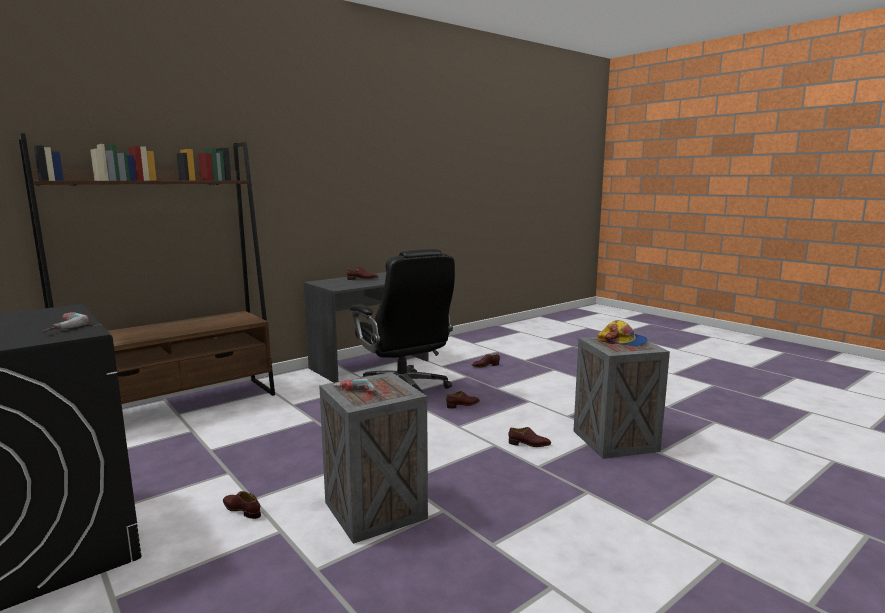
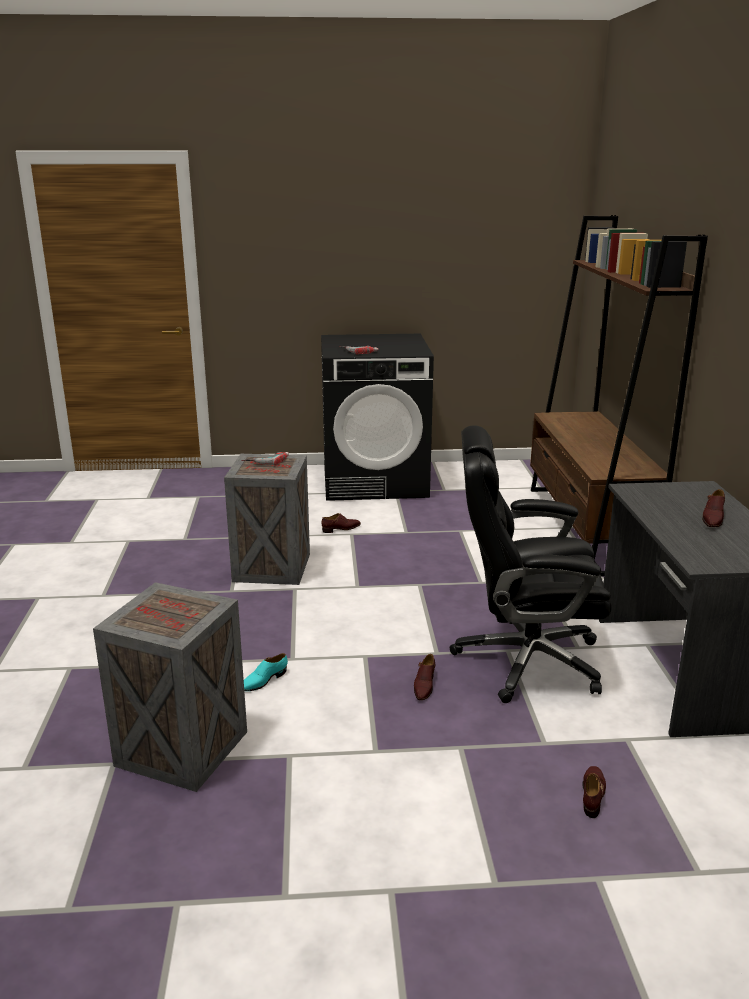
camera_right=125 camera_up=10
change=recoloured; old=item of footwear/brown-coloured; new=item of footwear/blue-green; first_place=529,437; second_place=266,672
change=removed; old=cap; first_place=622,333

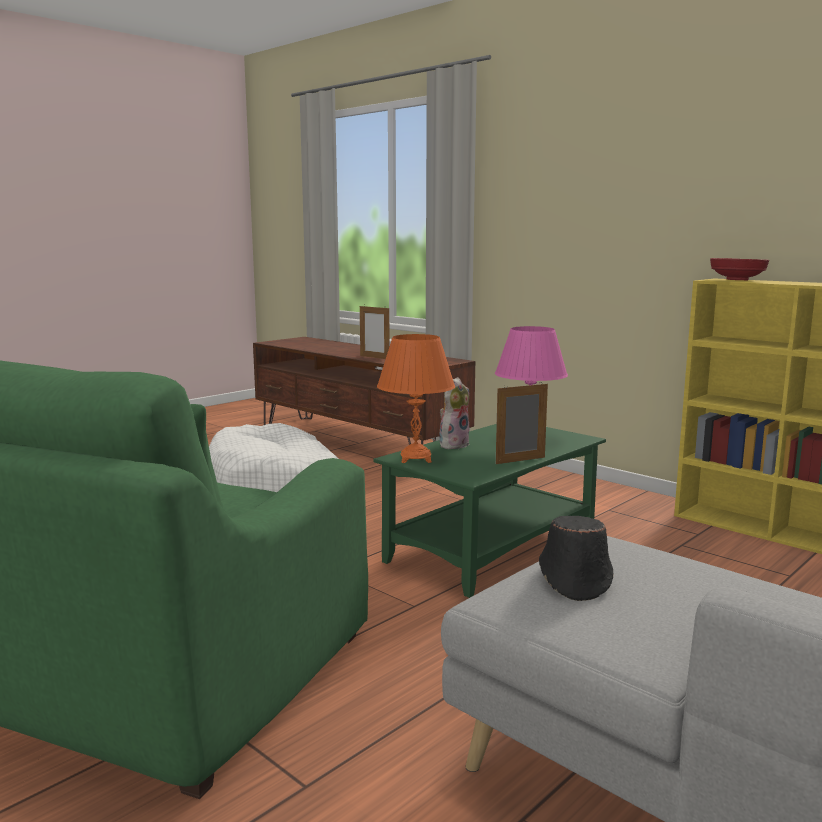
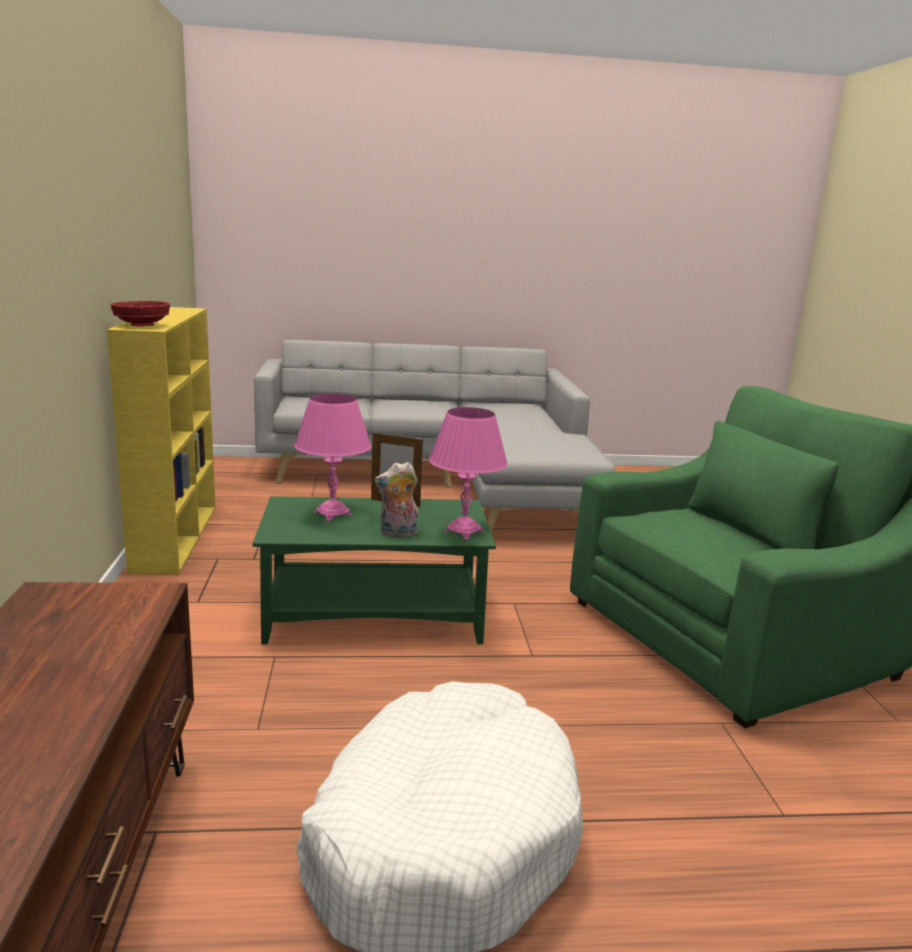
camera_right=-140 camera_up=5
change=recoloured; old=lamp for a table/orangey; new=lamp for a table/pink; first_place=416,398; second_place=468,473
change=removed; old=photo frame; first_place=375,332
change=removed; old=hat/blackish; first_place=576,558

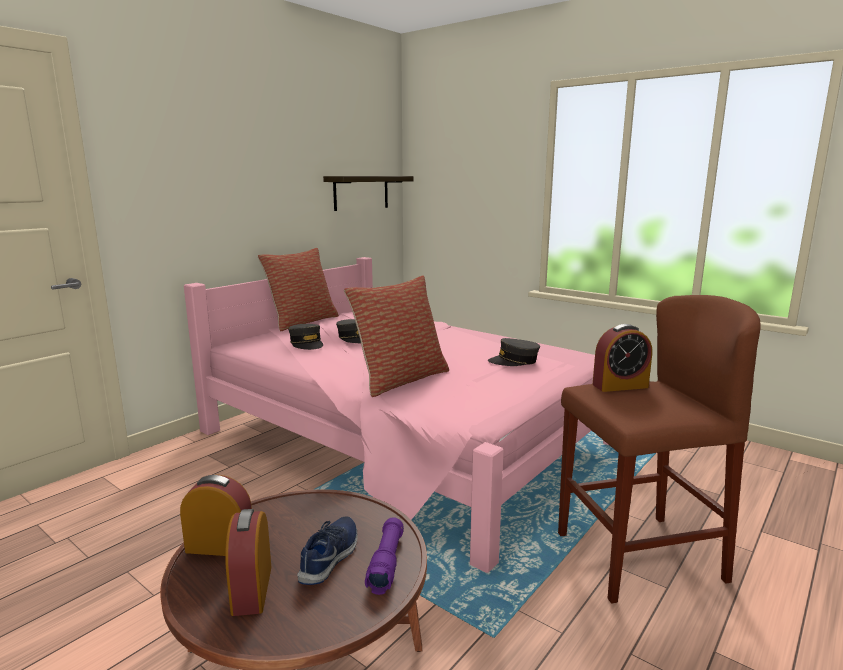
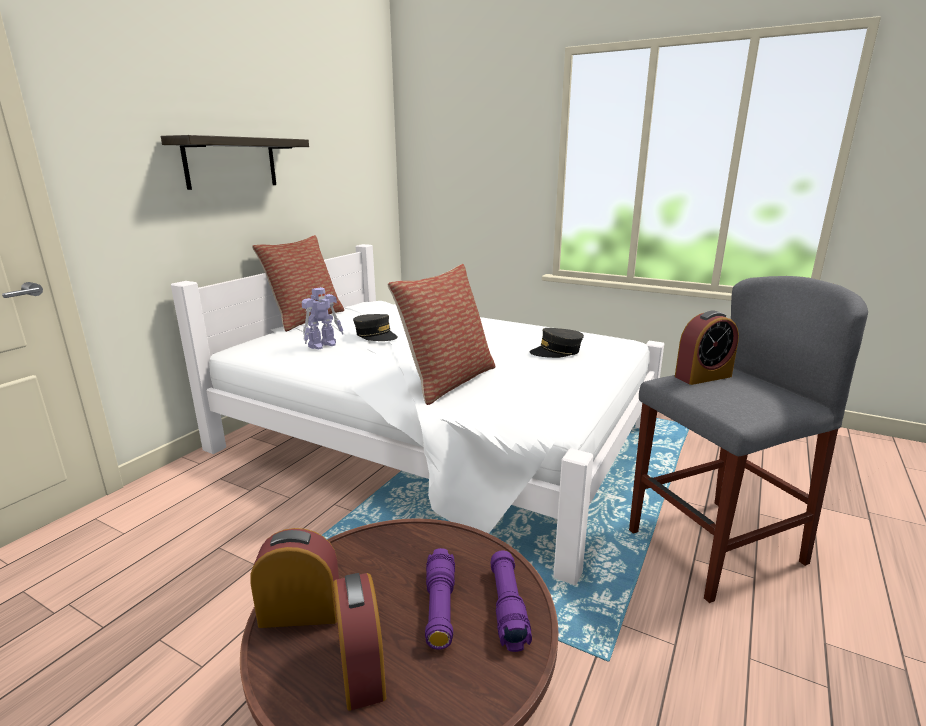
camera_right=-10 camera_up=5
change=moved; old=wall shelf; first_place=368,193; second_place=235,162
change=recoloured; old=bedroom bed/pink; new=bedroom bed/white; first_place=397,415; second_place=417,414
change=replaced; old=cap/greyish; new=model robot; first_place=305,337; second_place=322,318
change=replaced; old=item of footwear/blue-coloured; new=torch/purplish; first_place=327,551; second_place=440,598
change=recoloured; old=stool seat/brown-coloured; new=stool seat/greyish; first_place=659,449; second_place=748,439

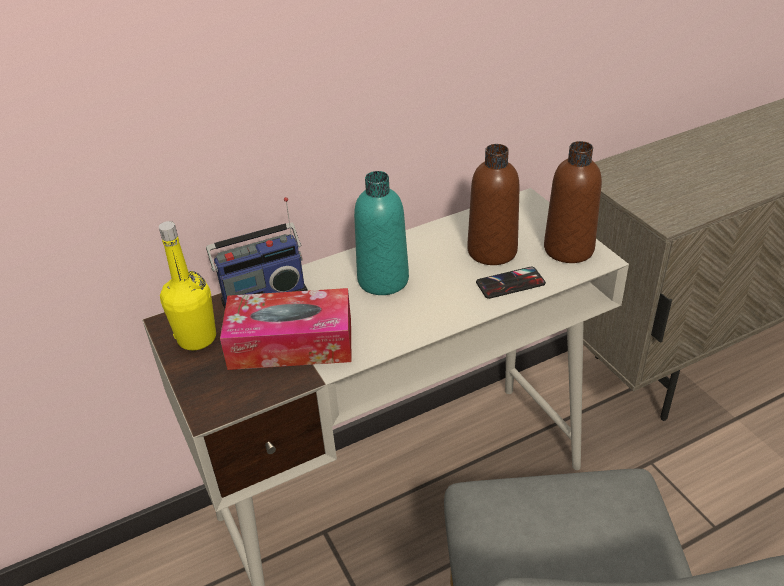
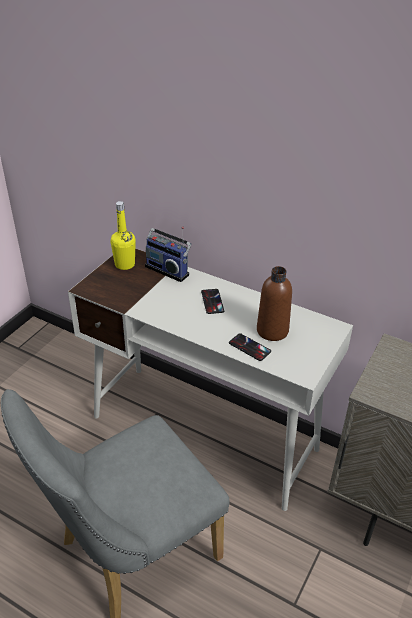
camera_right=55 camera_up=0
change=replaced; old=drink bottle/blue-green; new=telephone; first_place=381,233; second_place=212,301
change=removed; old=box of tissues; first_place=286,329
change=removed; old=drink bottle/brown-coloured; first_place=573,202

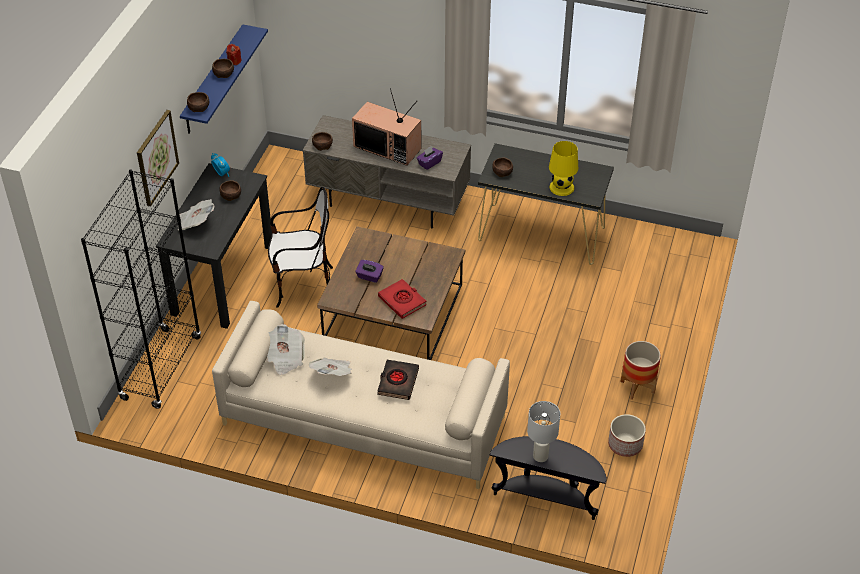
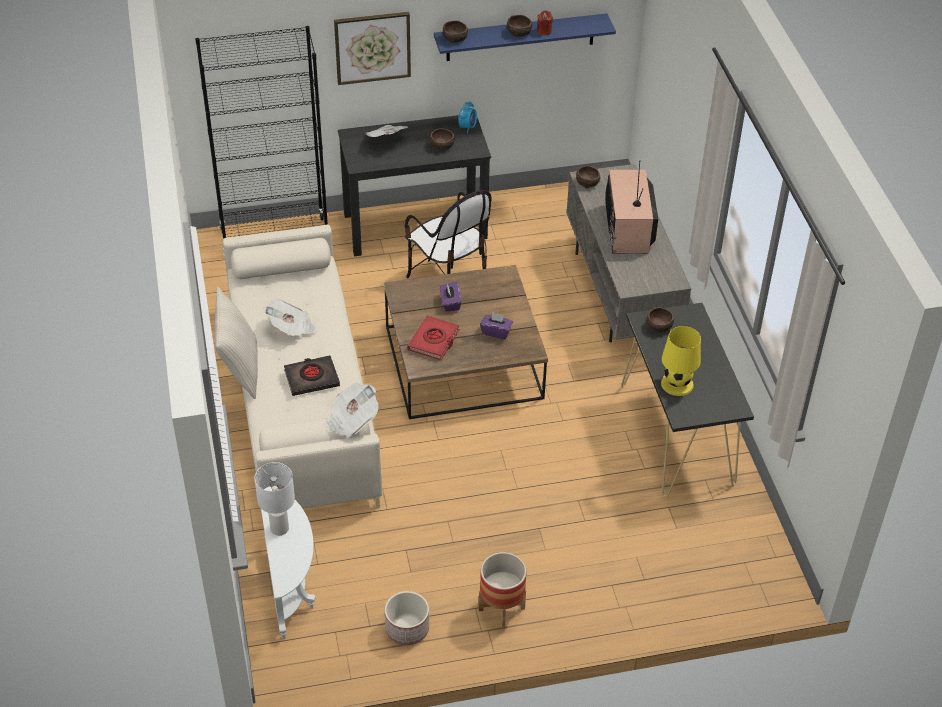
camera_right=60 camera_up=0
change=added; new=throw pillow/beige-coloured; second_place=236,343
change=recoloured; old=accent table/blackish; new=accent table/white; first_place=548,478; second_place=288,563
change=moved; old=daily paper; first_place=286,349; second_place=351,410
change=moved; old=box of tissues/purplish; first_place=430,158; second_place=496,325

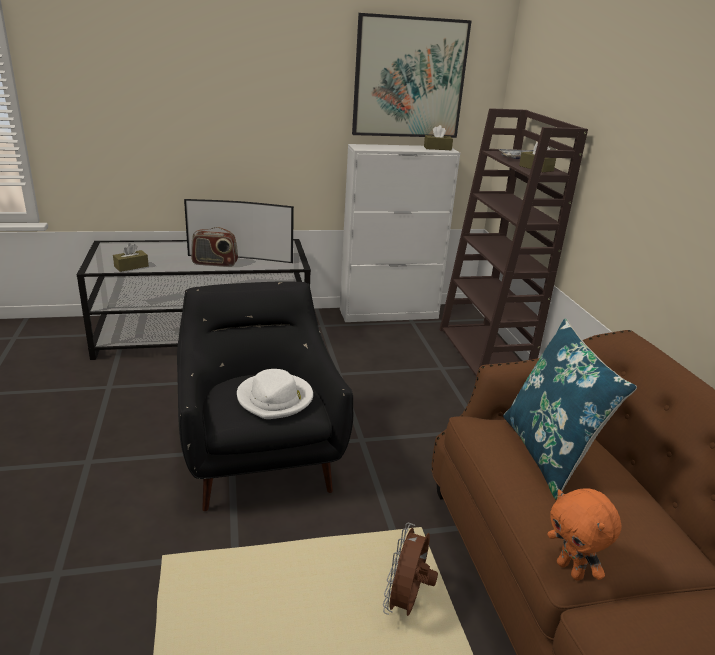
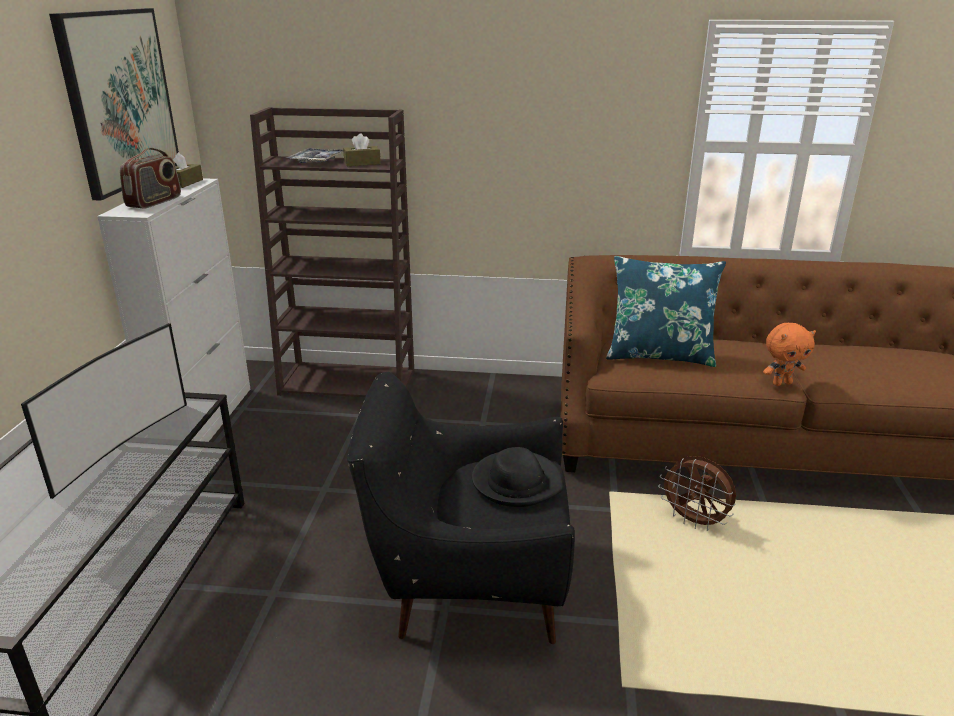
camera_right=-70 camera_up=0
change=moved; old=radio receiver; first_place=214,247; second_place=150,178
change=recoloured; old=hat/white; new=hat/blackish; first_place=275,394; second_place=517,477
change=removed; old=box of tissues/brown-coloured; first_place=131,257

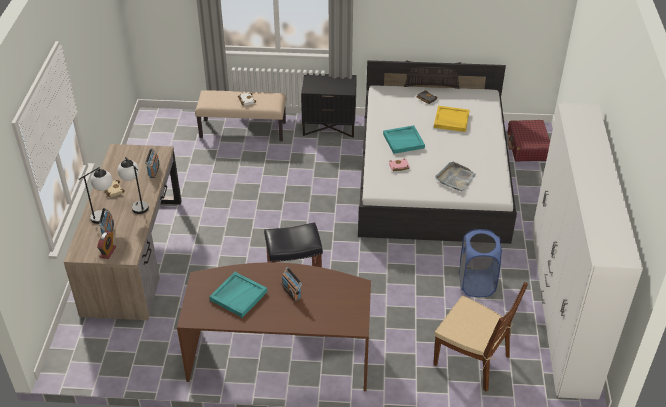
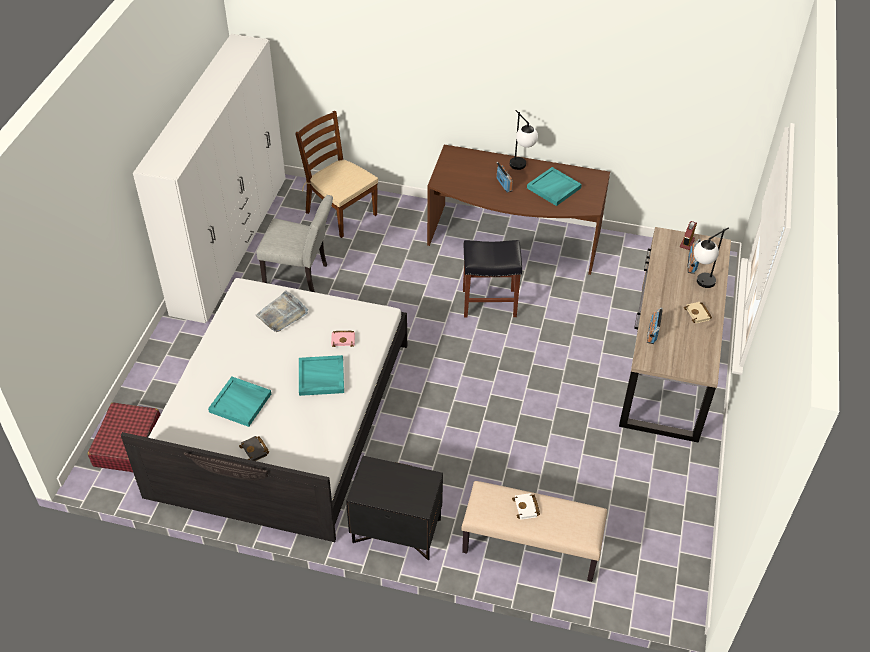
camera_right=-170 camera_up=5
change=recoloured; old=tray/yellow-coloured; new=tray/blue-green; first_place=452,119; second_place=239,402
change=replaced; old=laundry basket/blue-coloured; new=upright chair/greyish; first_place=481,263; second_place=295,243
change=moved; old=lamp for a table; first_place=133,185; second_place=524,140

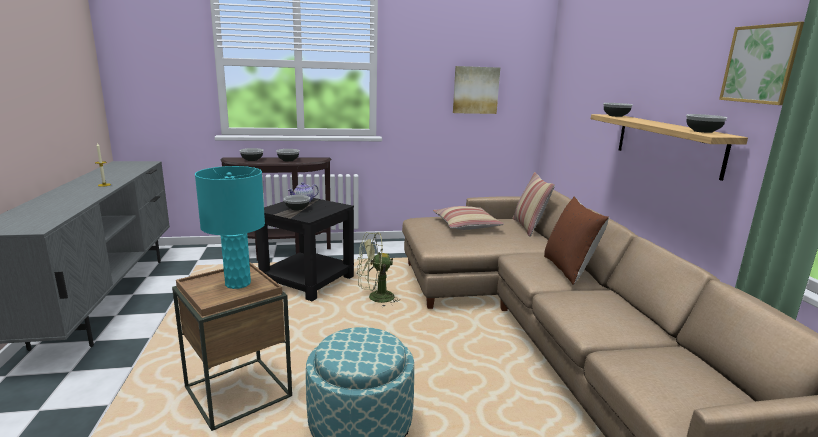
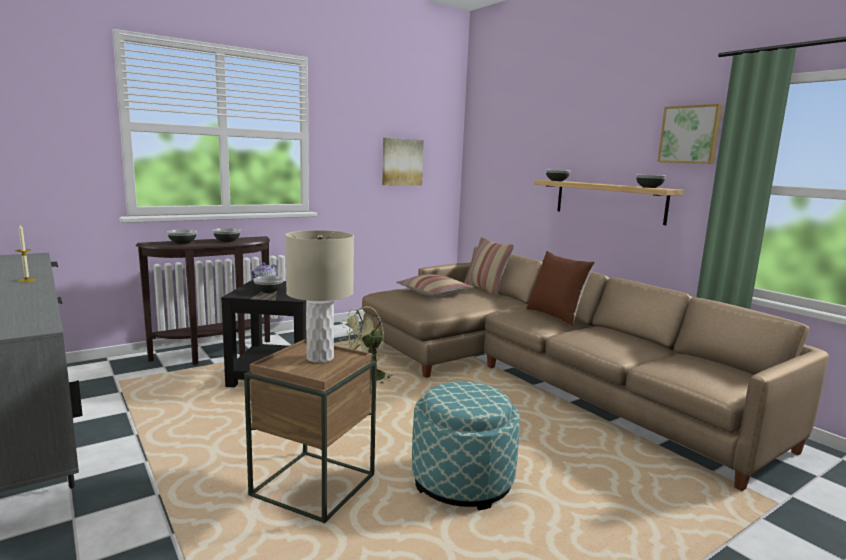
camera_right=-25 camera_up=-5
change=recoloured; old=lamp for a table/blue-green; new=lamp for a table/beige-coloured; first_place=230,227; second_place=319,296

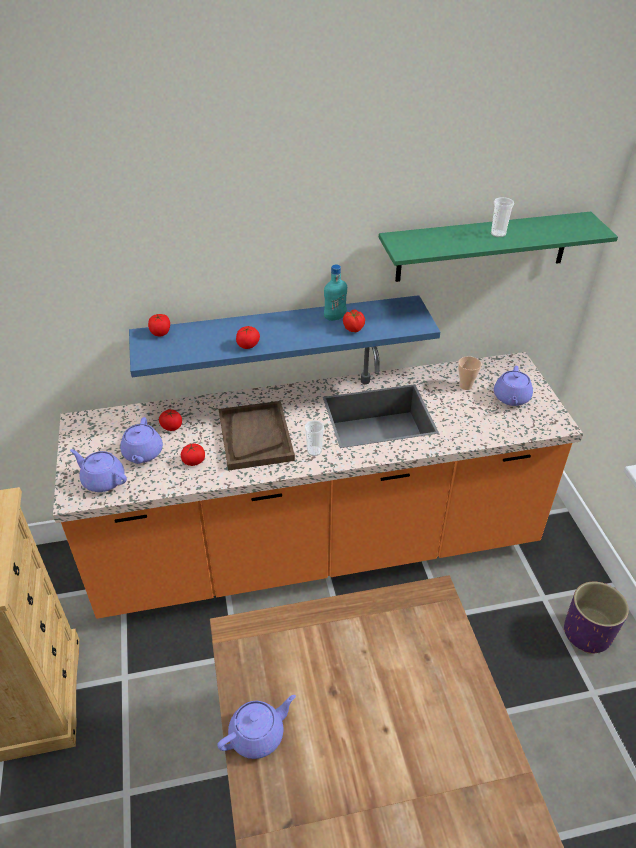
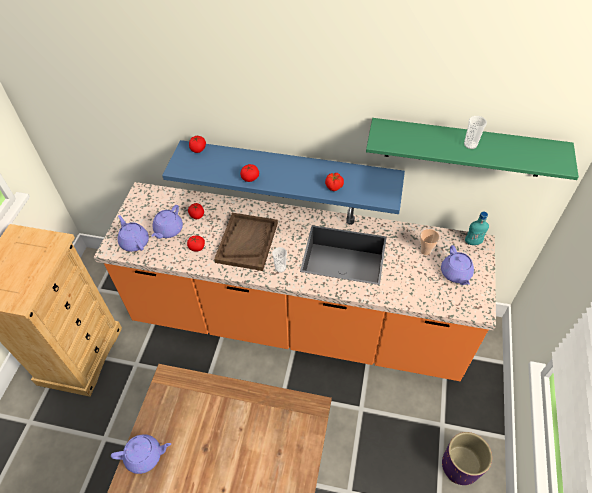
camera_right=25 camera_up=10
change=turned; old=pot for tea/purplish; first_place=513,386; second_place=457,265; degrees=-45
change=moved; old=drink bottle/blue-green; first_place=335,292; second_place=477,228

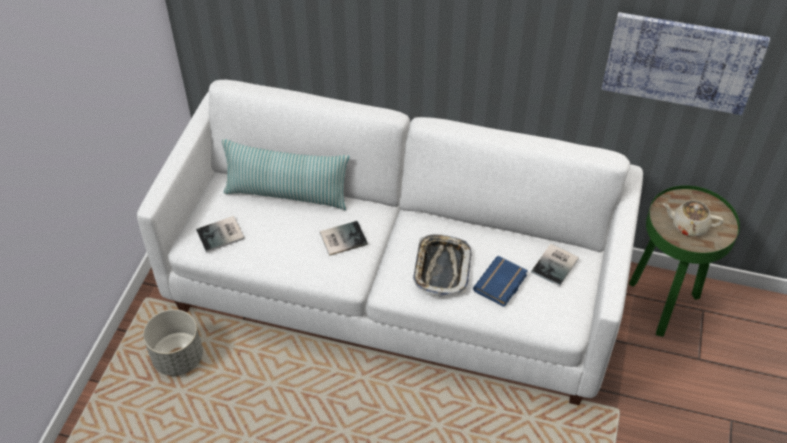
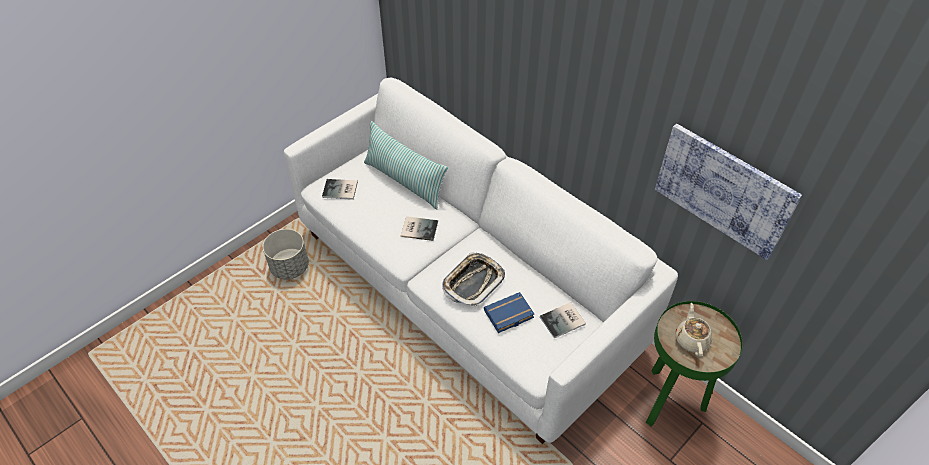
camera_right=30 camera_up=0
change=turned; old=pot for tea/beige-coloured; first_place=693,218; second_place=693,330; degrees=45

